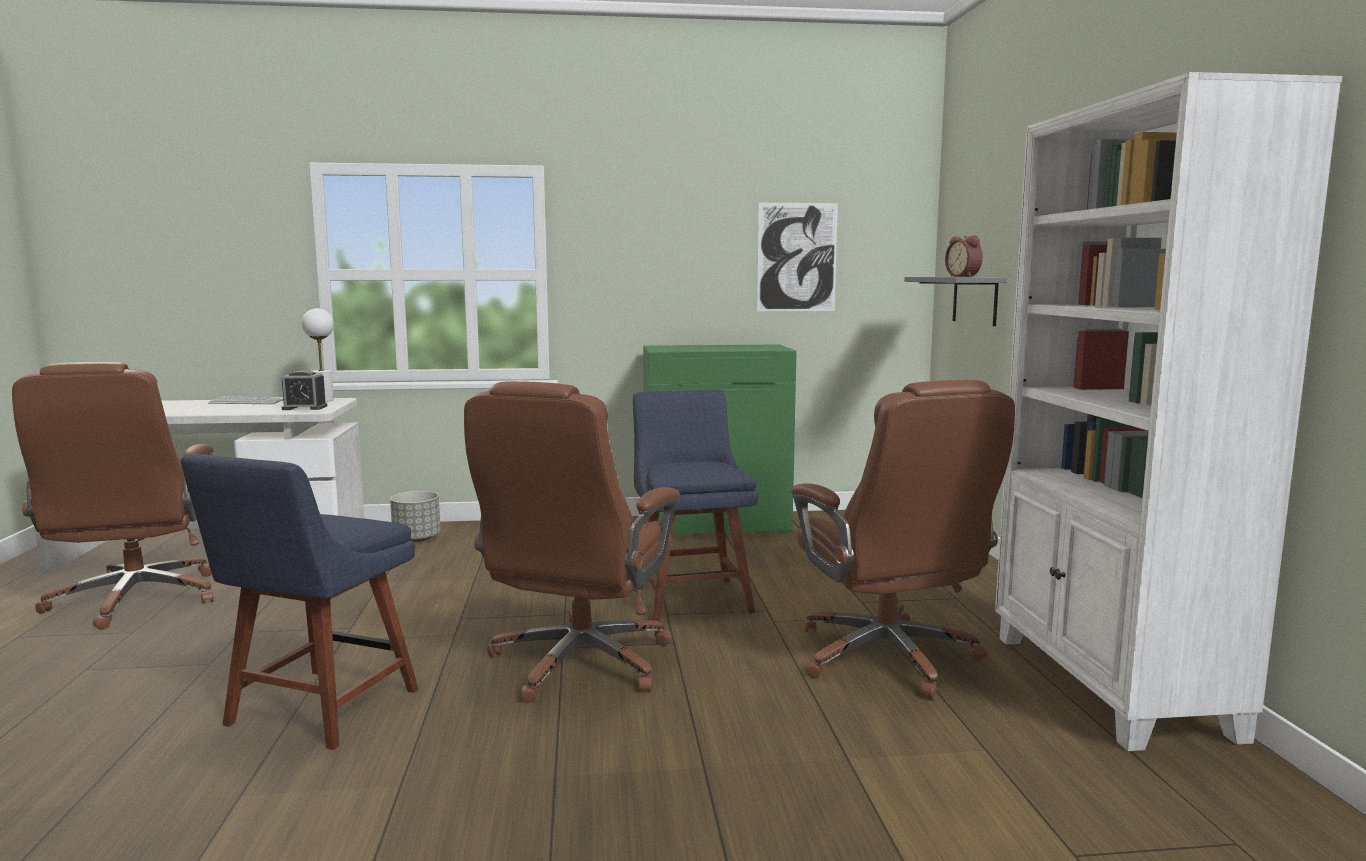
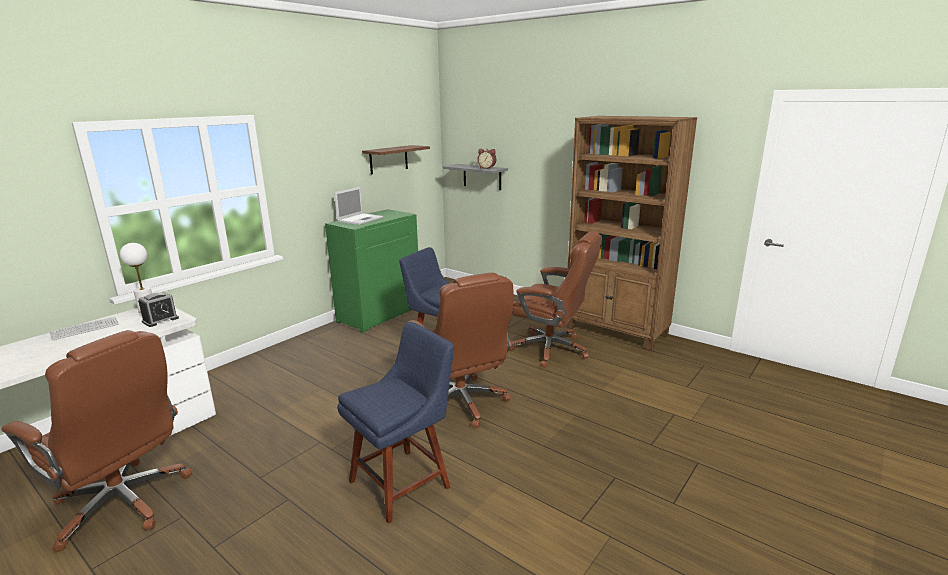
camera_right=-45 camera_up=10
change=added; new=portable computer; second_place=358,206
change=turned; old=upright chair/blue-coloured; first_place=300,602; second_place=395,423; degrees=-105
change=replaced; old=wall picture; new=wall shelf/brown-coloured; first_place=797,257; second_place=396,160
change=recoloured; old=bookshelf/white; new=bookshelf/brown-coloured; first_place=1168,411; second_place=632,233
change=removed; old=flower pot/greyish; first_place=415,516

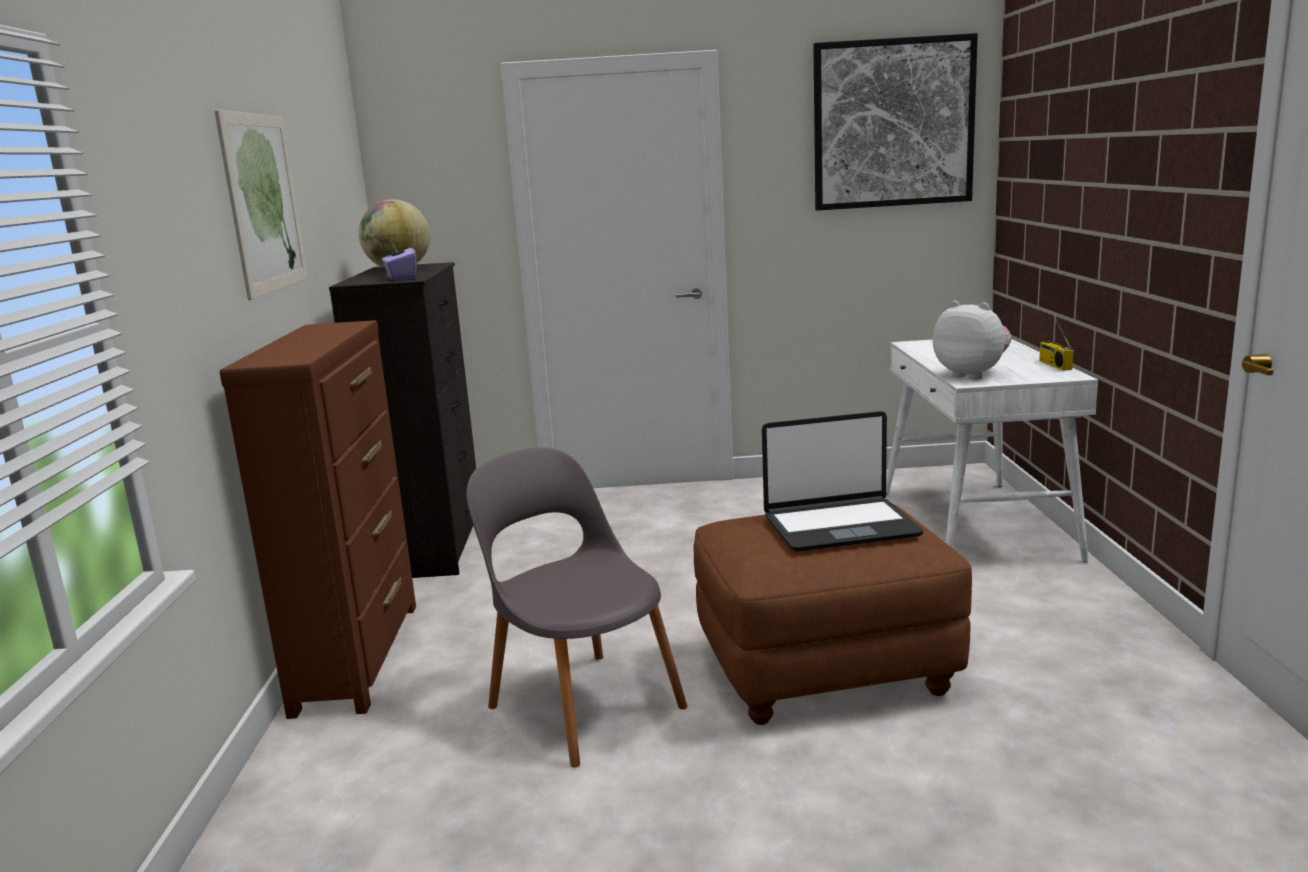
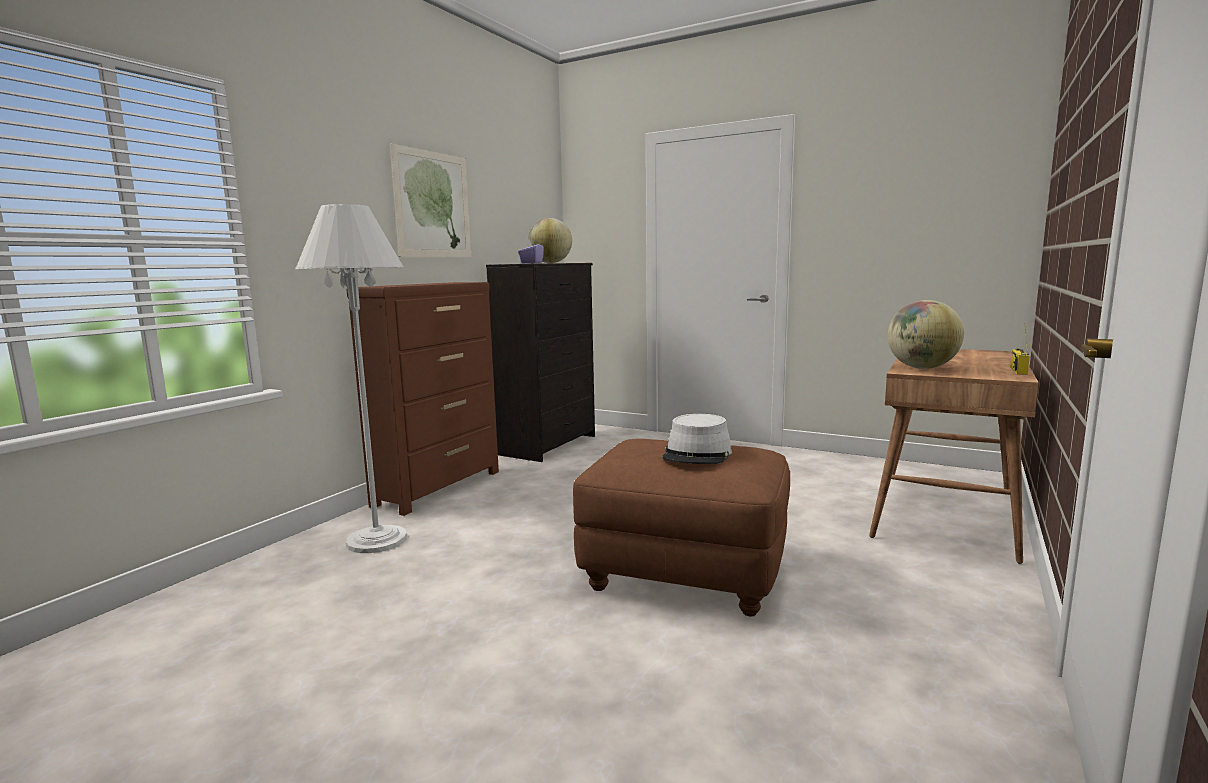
camera_right=30 camera_up=-5
change=added; new=standard lamp/white; second_place=351,378
change=replaced; old=portable computer; new=hat/greyish; first_place=842,481; second_place=697,439
change=recoloured; old=desk/white; new=desk/brown-coloured; first_place=992,450; second_place=954,456
change=replaced; old=cuddly toy; new=world globe; first_place=972,340; second_place=925,334
change=removed; old=upright chair/greyish; first_place=577,607
change=removed; old=wall picture; first_place=895,121

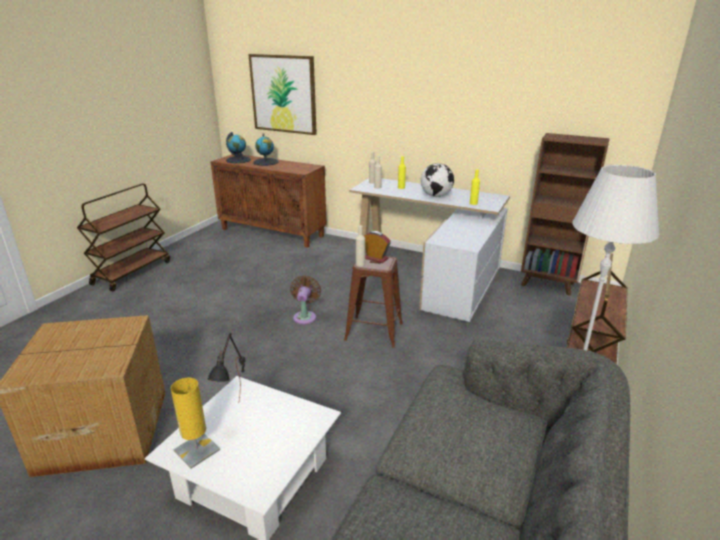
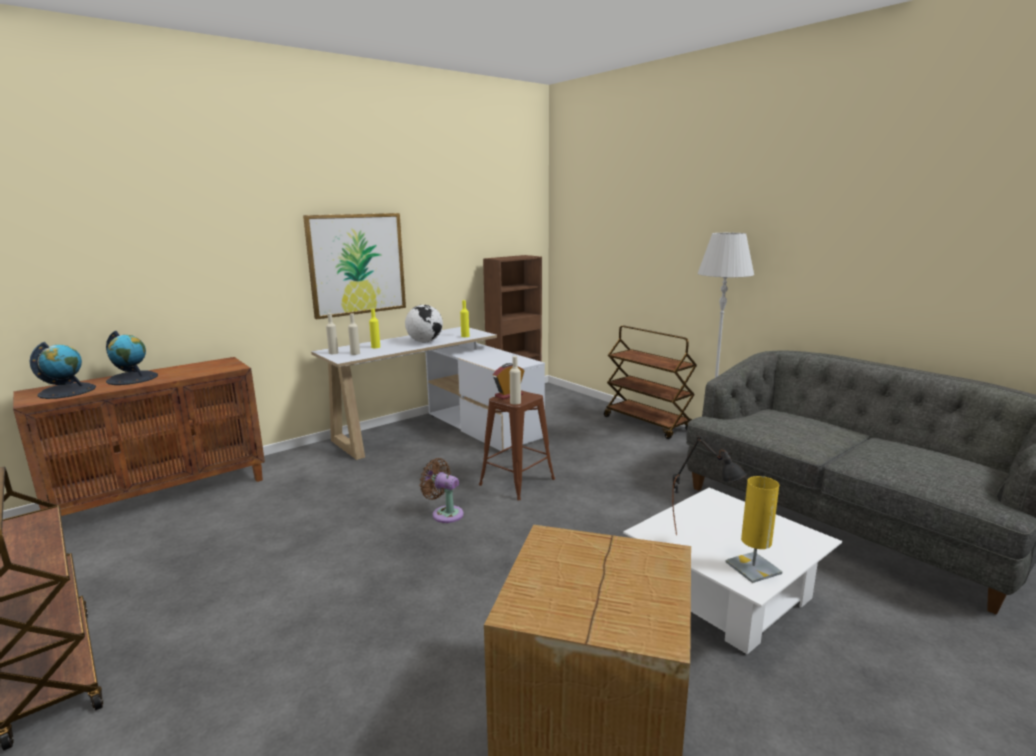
camera_right=-65 camera_up=-10
change=moved; old=wall picture; first_place=282,94; second_place=354,266

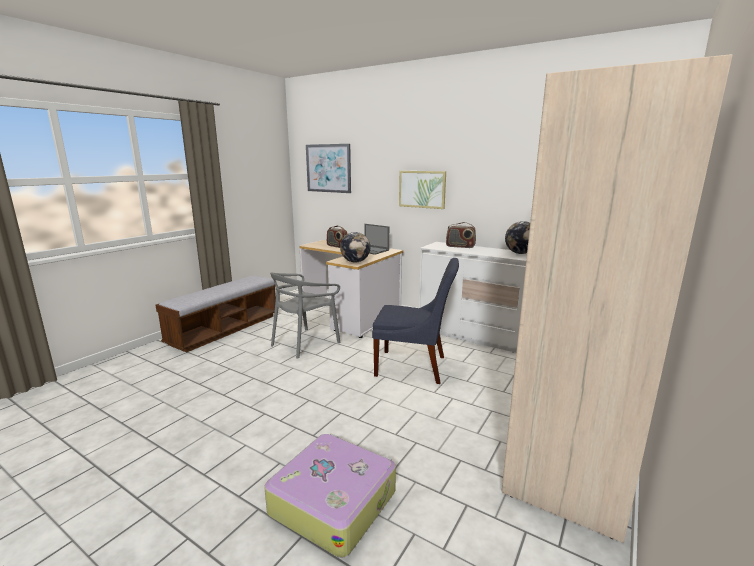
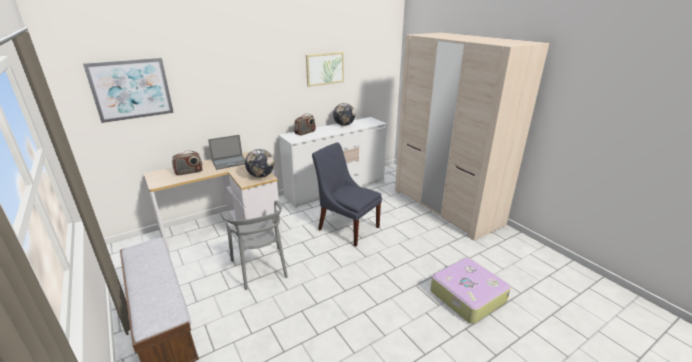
camera_right=-65 camera_up=10
change=moved; old=wall picture; first_place=422,190; second_place=325,69
change=turned; old=upright chair/blue-coloured; first_place=415,321; second_place=347,194; degrees=-90

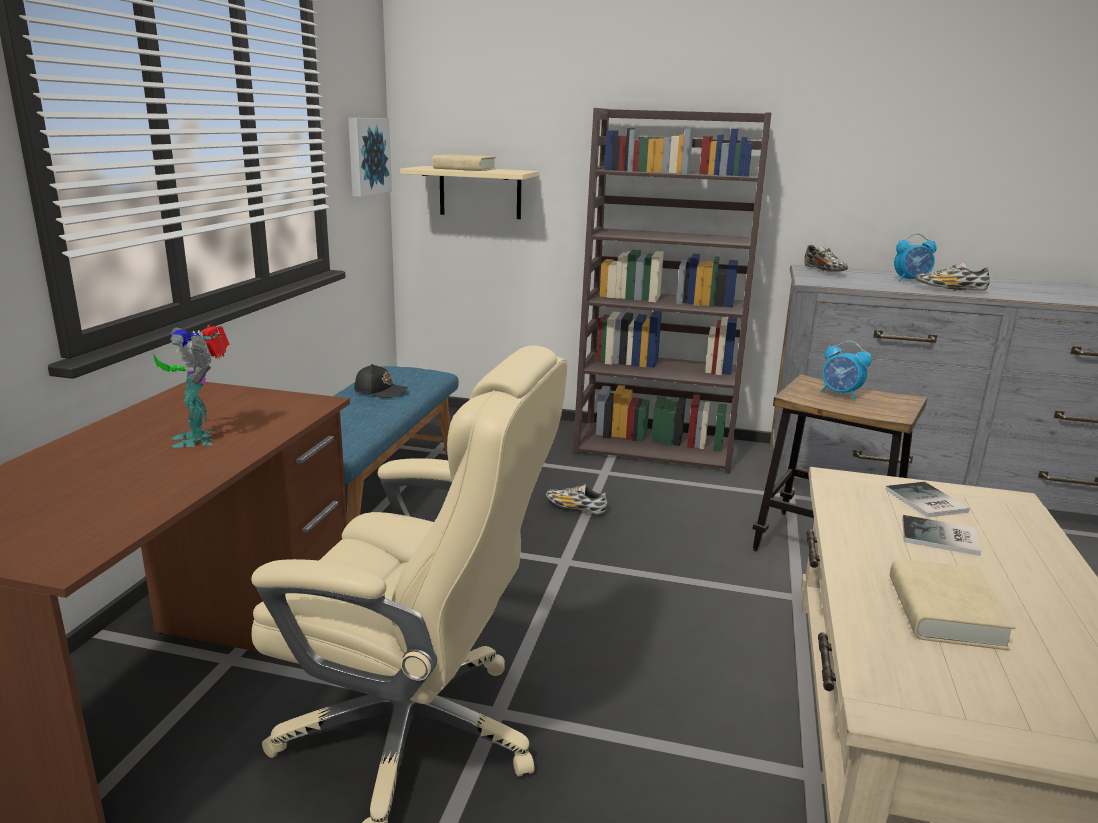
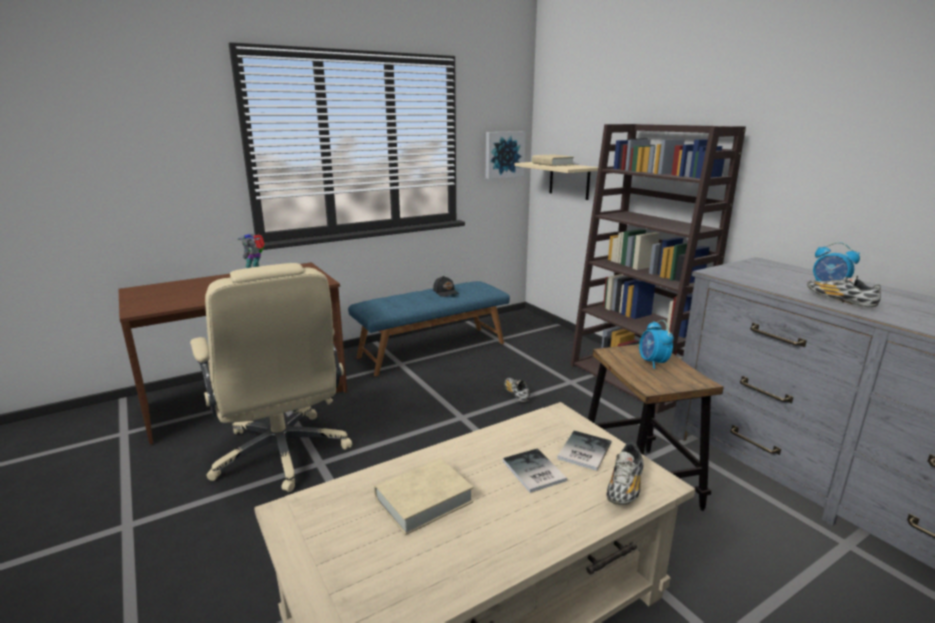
camera_right=45 camera_up=0
change=moved; old=item of footwear; first_place=826,258; second_place=625,473

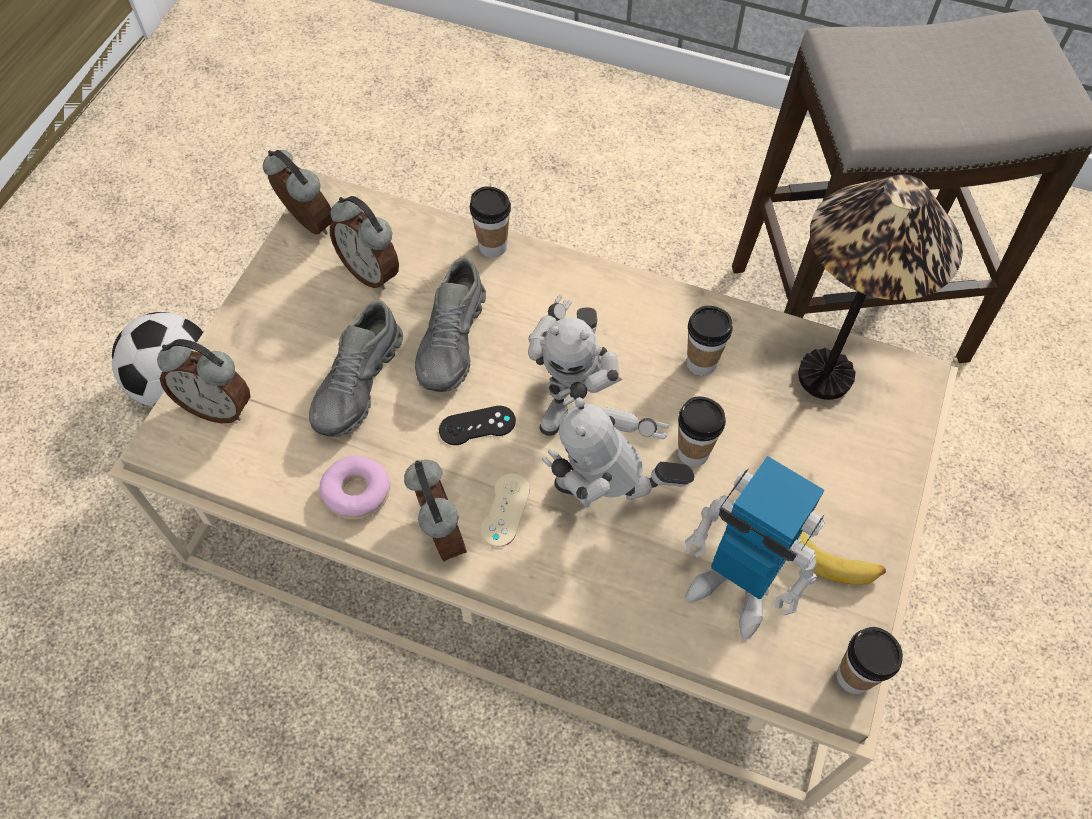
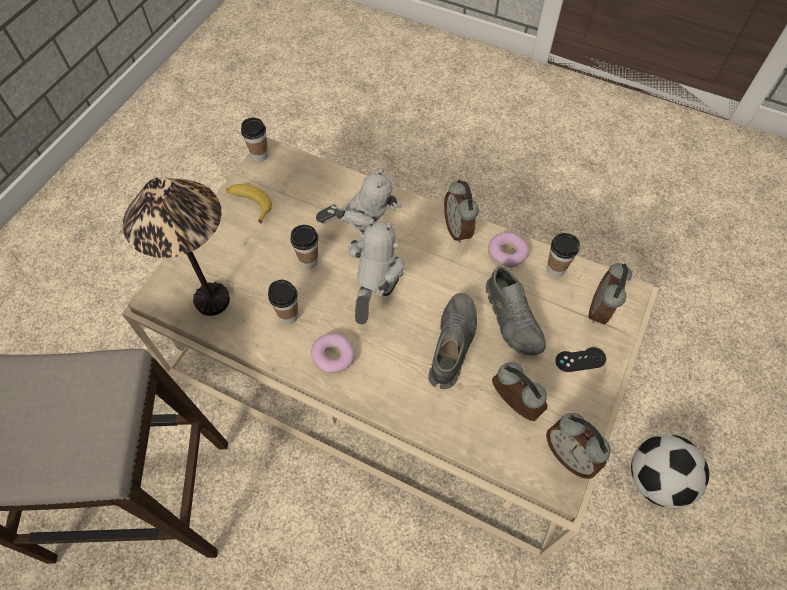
camera_right=-175 camera_up=0
change=added; new=doughnut; second_place=333,353
change=turned; old=item of footwear/greyish; first_place=356,368; second_place=516,310; degrees=135
change=moved; old=drinking cup; first_place=490,222; second_place=563,255
change=moved; old=gamepad/blackish; first_place=477,425; second_place=581,359
change=turned; old=bedside clock; first_place=203,381; second_place=610,293; degrees=-90
change=removed; old=gamepad/beige-coloured; first_place=505,510
change=removed; old=model robot; first_place=755,548

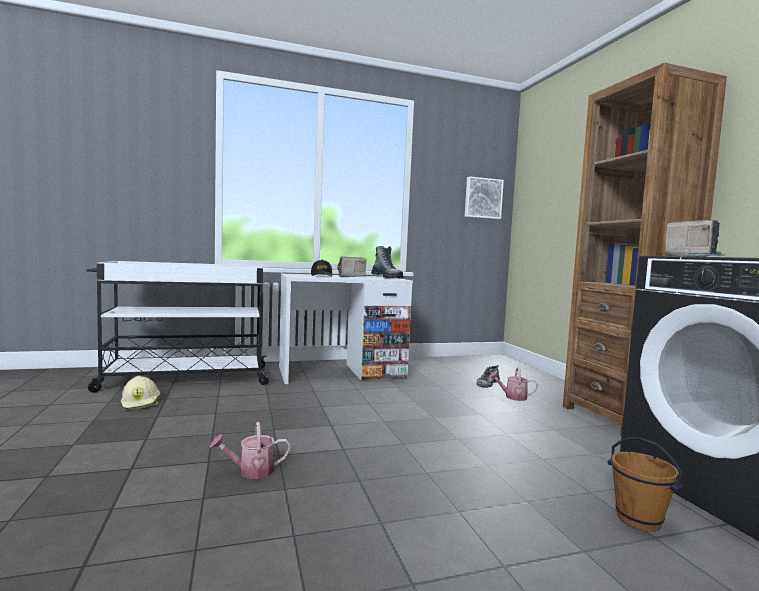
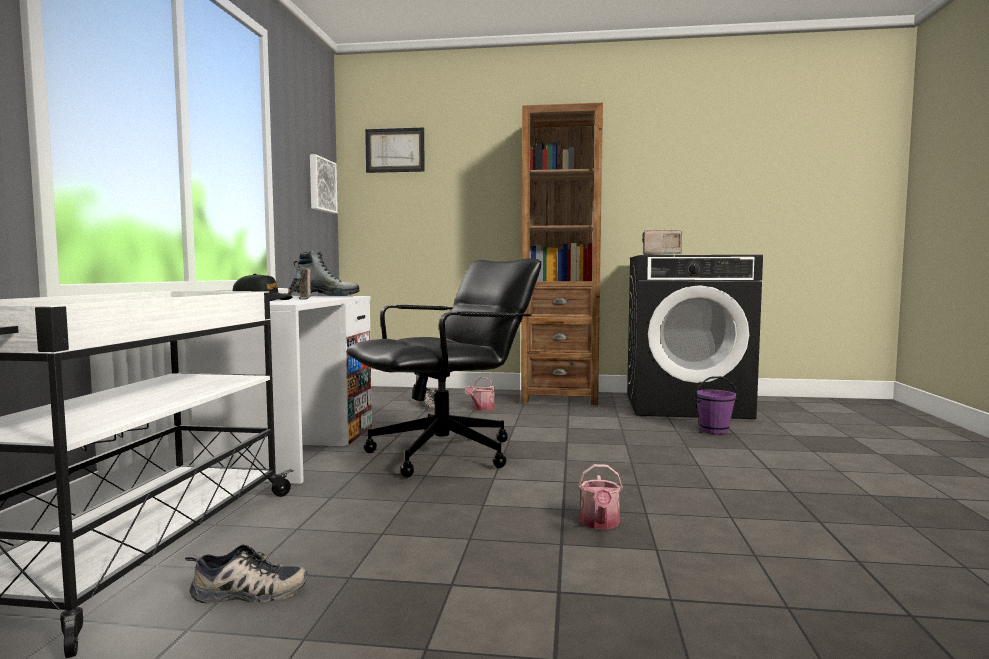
camera_right=-65 camera_up=0
change=replaced; old=hard hat/beige-coloured; new=item of footwear; first_place=140,393; second_place=246,573
change=added; new=desk chair/blackish; second_place=444,368
change=added; new=wall picture; second_place=395,150
change=recoloured; old=pail/brown-coloured; new=pail/purplish; first_place=645,484; second_place=715,405

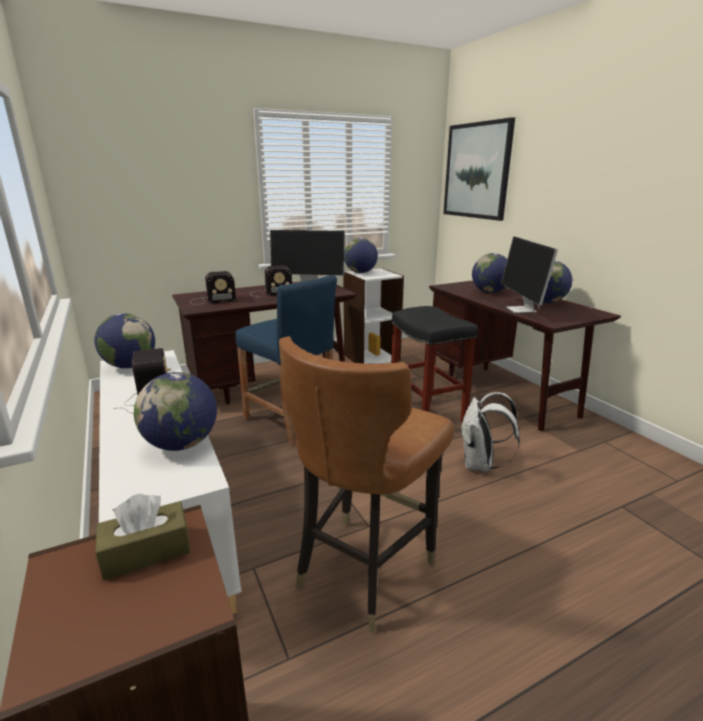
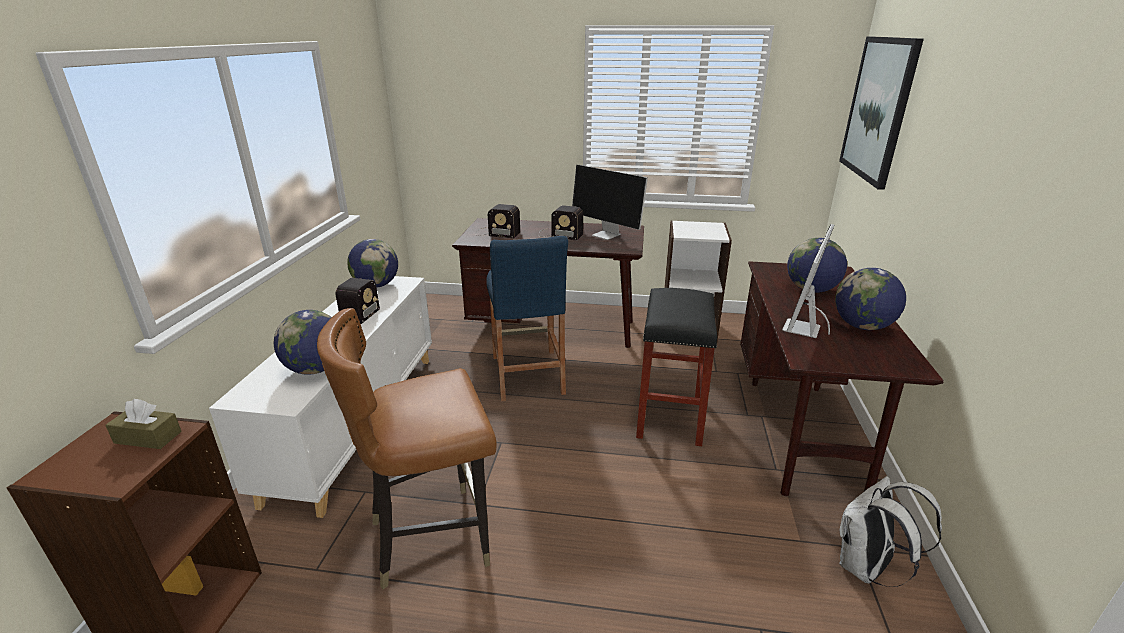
camera_right=35 camera_up=5
change=moved; old=rucksack/white; first_place=490,432; second_place=890,531
change=removed; old=world globe; first_place=361,255

